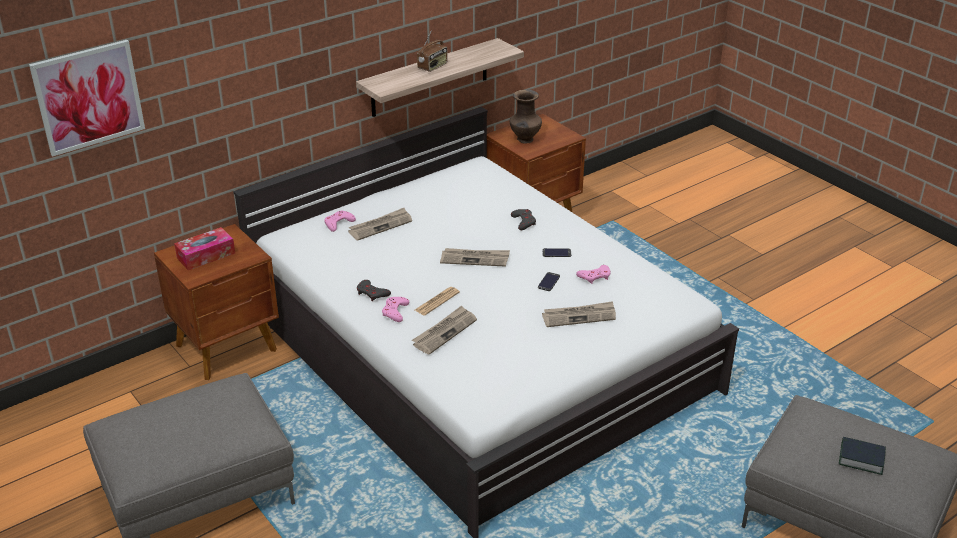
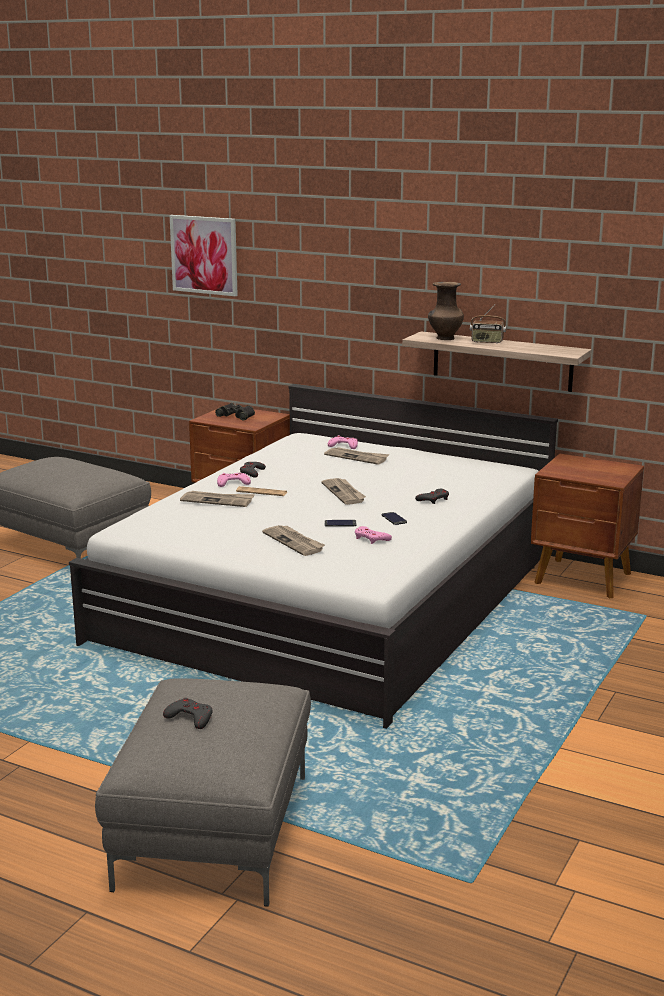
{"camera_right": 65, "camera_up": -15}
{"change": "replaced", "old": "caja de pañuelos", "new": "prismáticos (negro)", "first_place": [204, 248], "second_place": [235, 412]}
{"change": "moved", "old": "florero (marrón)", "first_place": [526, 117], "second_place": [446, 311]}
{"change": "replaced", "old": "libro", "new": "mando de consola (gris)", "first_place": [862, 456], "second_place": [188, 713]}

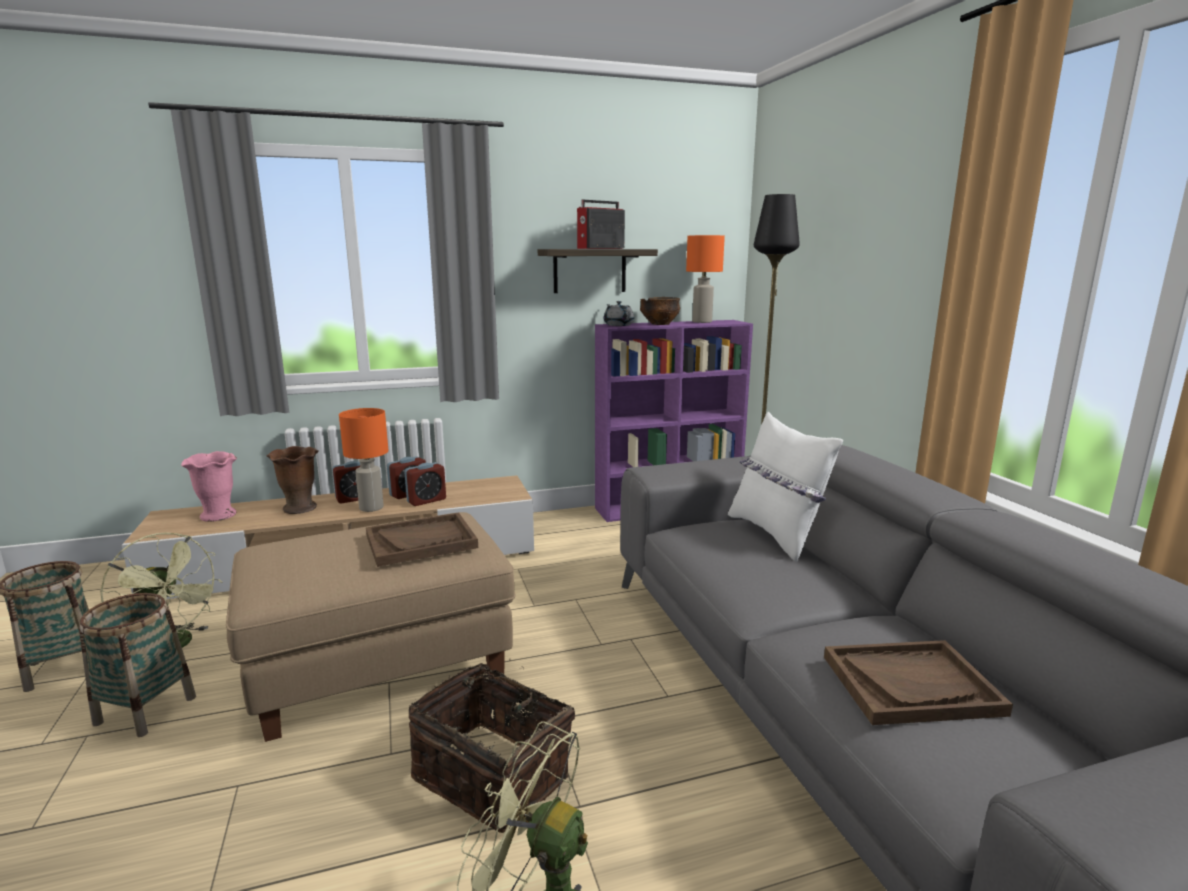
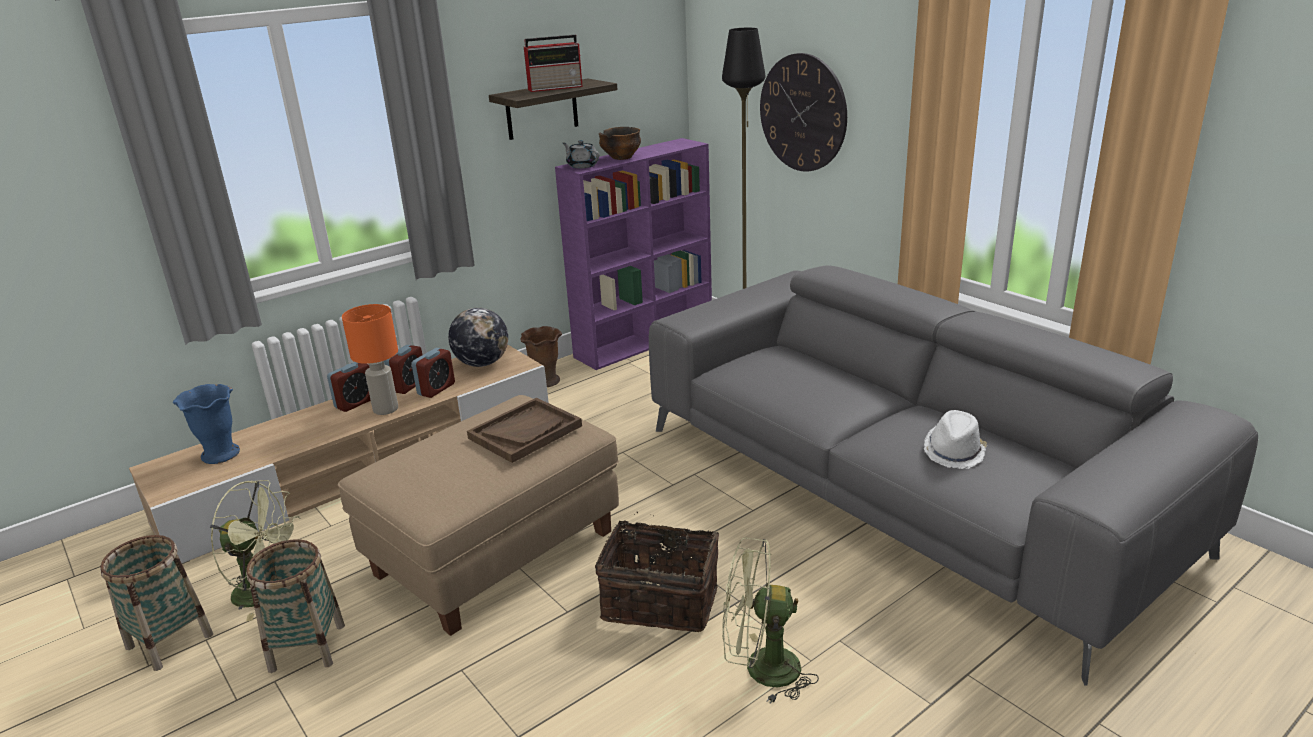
{"camera_right": -20, "camera_up": 10}
{"change": "recoloured", "old": "florero (rosa)", "new": "florero (azul)", "first_place": [209, 486], "second_place": [206, 424]}
{"change": "moved", "old": "florero (marrón)", "first_place": [293, 480], "second_place": [541, 356]}
{"change": "turned", "old": "radio", "first_place": [601, 224], "second_place": [553, 63], "degrees": -135}
{"change": "removed", "old": "lámpara de mesa (naranja)", "first_place": [705, 279]}
{"change": "removed", "old": "cojín (blanco)", "first_place": [785, 487]}
{"change": "replaced", "old": "bandeja (marrón)", "new": "sombrero (blanco)", "first_place": [918, 682], "second_place": [955, 439]}
{"change": "added", "new": "globo terráqueo", "second_place": [478, 337]}
{"change": "added", "new": "reloj de pared", "second_place": [803, 112]}

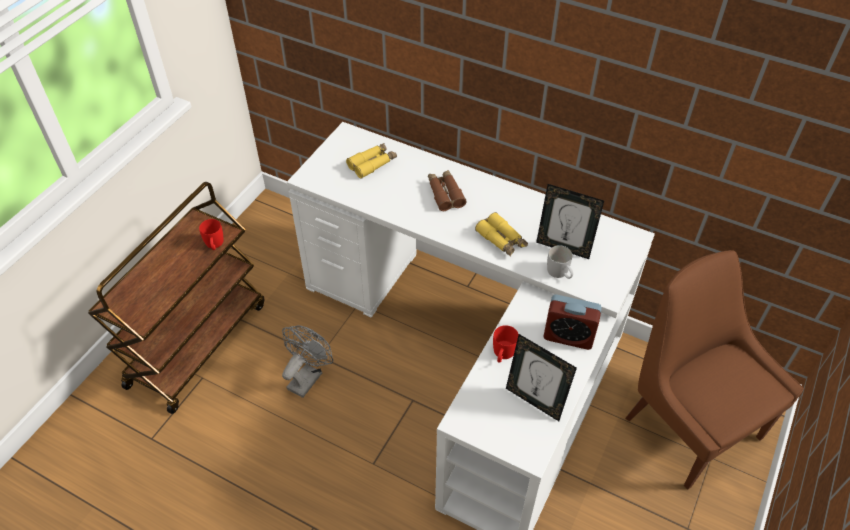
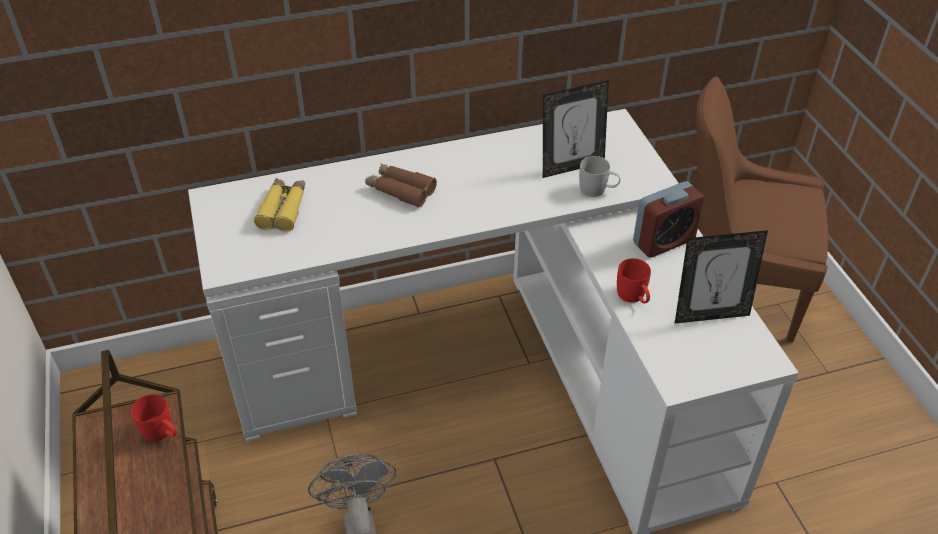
{"camera_right": -45, "camera_up": -5}
{"change": "removed", "old": "prismáticos (amarillo)", "first_place": [501, 234]}

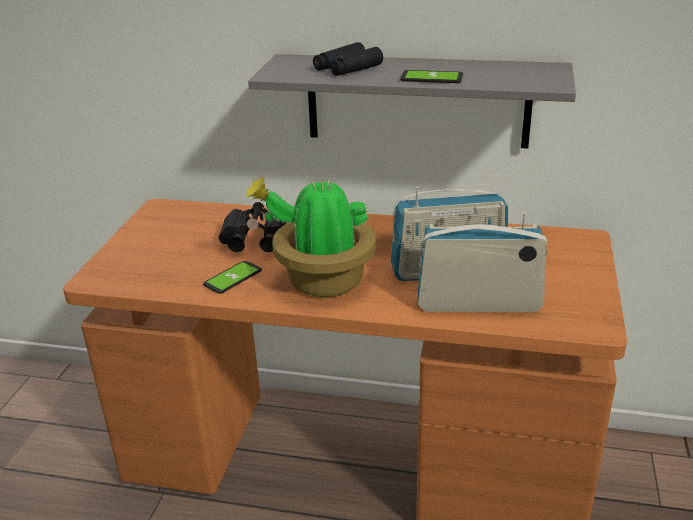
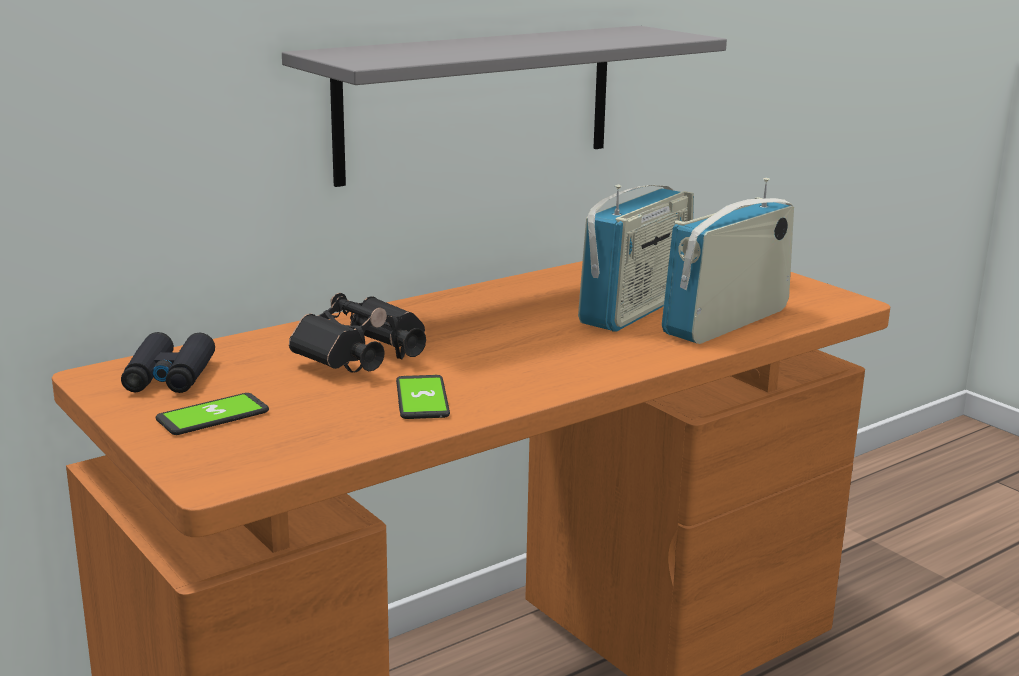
{"camera_right": -50, "camera_up": -10}
{"change": "removed", "old": "planta en maceta", "first_place": [310, 234]}
{"change": "moved", "old": "prismáticos (negro)", "first_place": [348, 59], "second_place": [168, 362]}
{"change": "moved", "old": "móvil", "first_place": [431, 76], "second_place": [212, 414]}

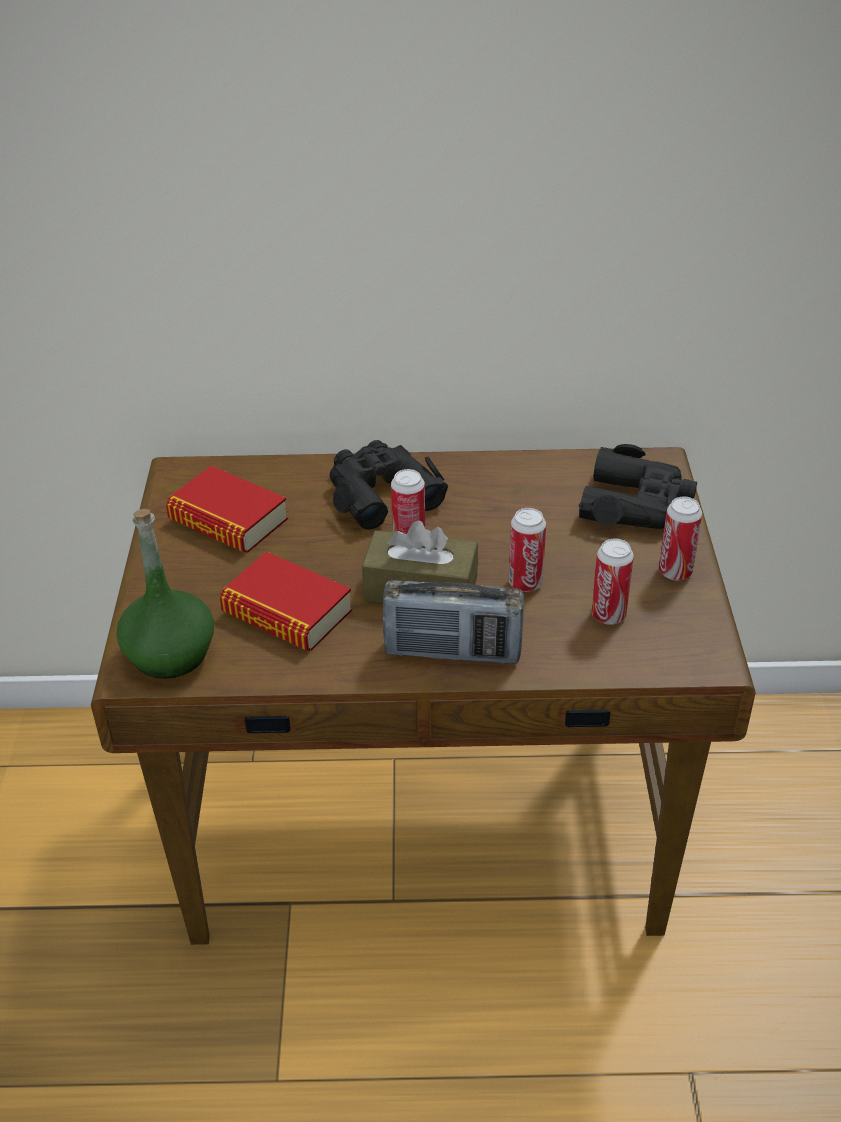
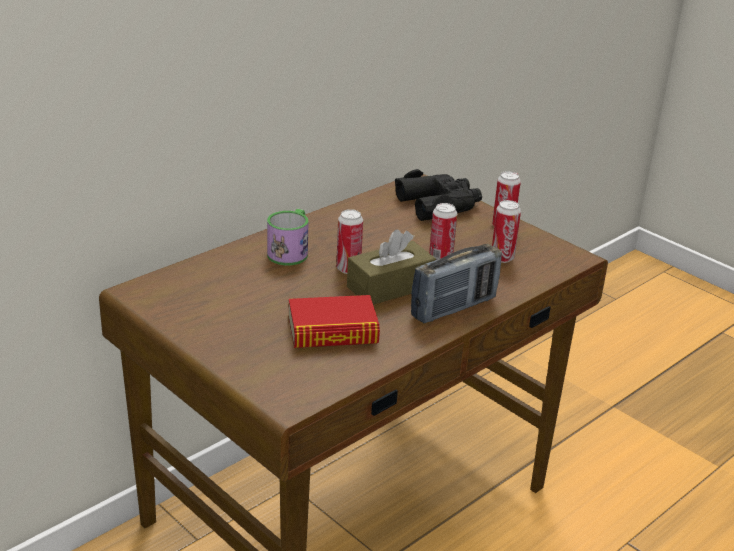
{"camera_right": -45, "camera_up": -10}
{"change": "removed", "old": "botella (verde)", "first_place": [165, 594]}
{"change": "removed", "old": "libro", "first_place": [227, 509]}
{"change": "replaced", "old": "prismáticos (negro)", "new": "taza grande", "first_place": [389, 485], "second_place": [287, 237]}

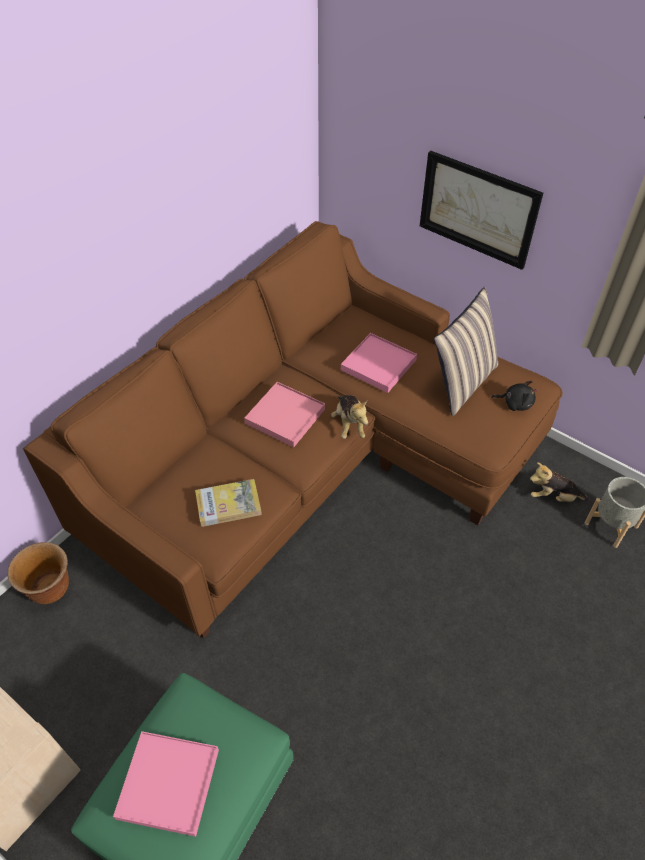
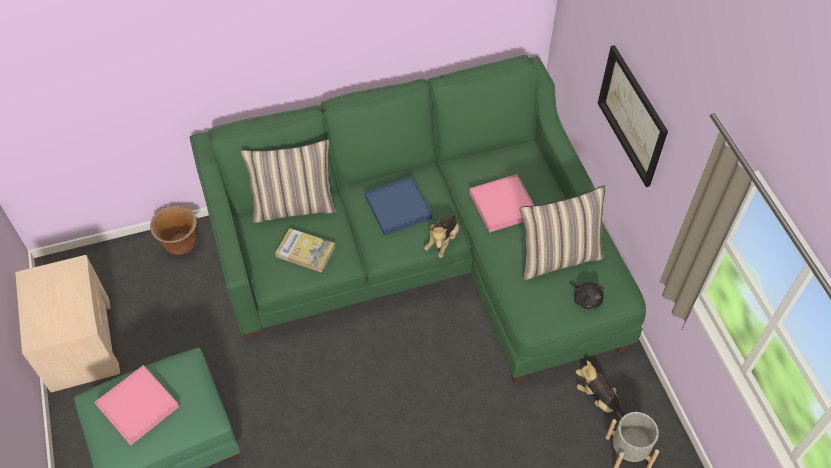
{"camera_right": 35, "camera_up": 5}
{"change": "recoloured", "old": "sofá (marrón)", "new": "sofá (verde)", "first_place": [293, 430], "second_place": [418, 219]}
{"change": "recoloured", "old": "bandeja (rosa)", "new": "bandeja (azul)", "first_place": [284, 414], "second_place": [399, 206]}
{"change": "added", "new": "cojín", "second_place": [288, 181]}

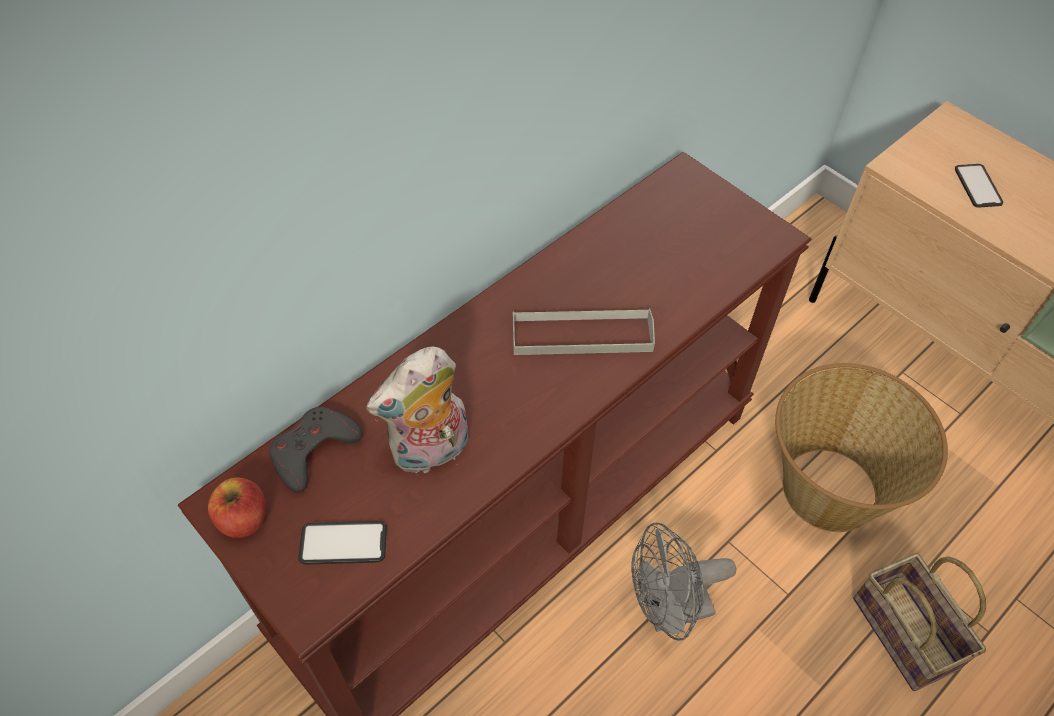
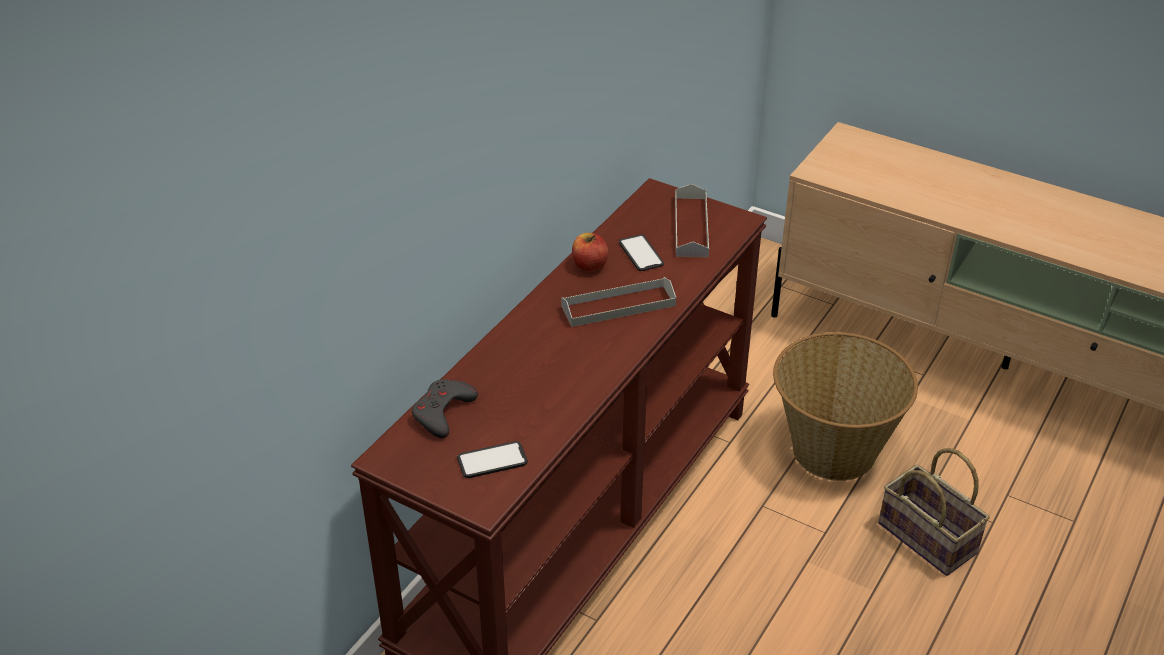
{"camera_right": -15, "camera_up": -15}
{"change": "moved", "old": "manzana", "first_place": [237, 507], "second_place": [590, 252]}
{"change": "removed", "old": "peluche", "first_place": [417, 409]}
{"change": "removed", "old": "ventilador (gris)", "first_place": [683, 582]}
{"change": "moved", "old": "móvil", "first_place": [979, 186], "second_place": [641, 253]}
{"change": "added", "new": "bandeja (gris)", "second_place": [692, 221]}

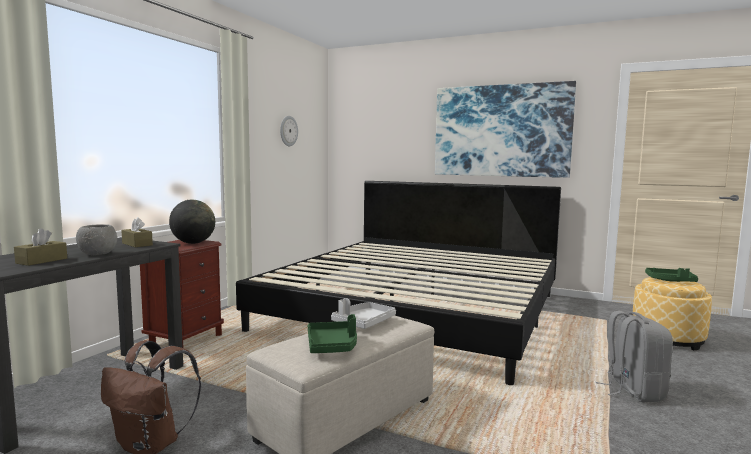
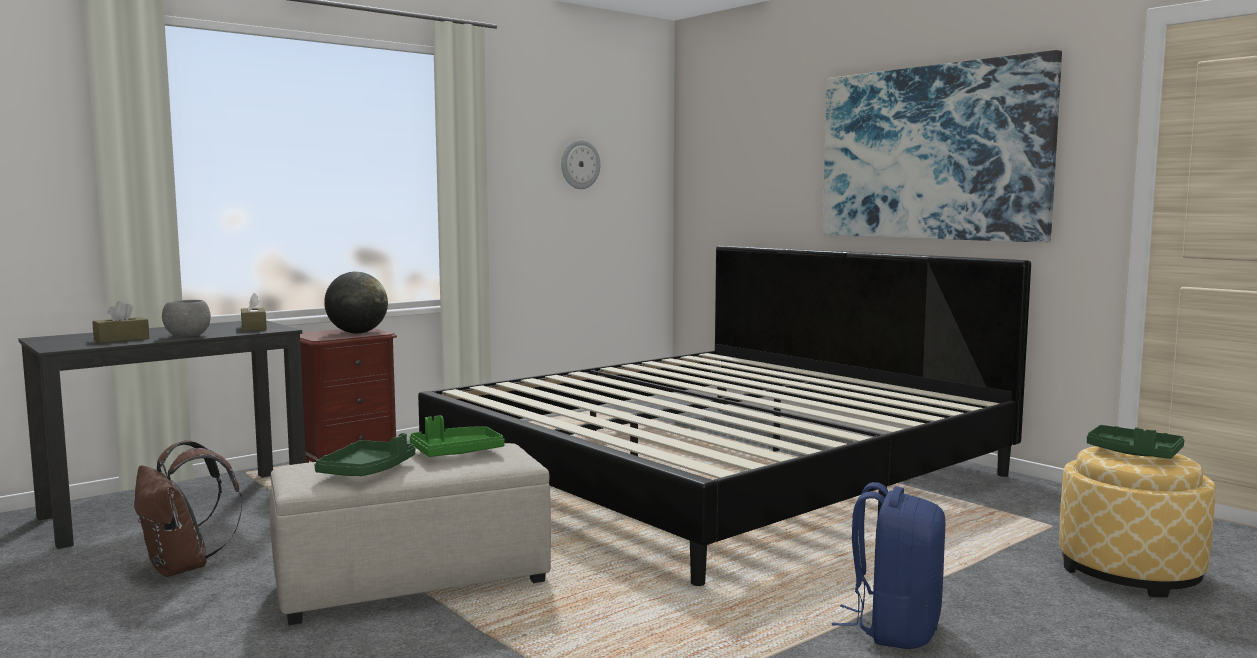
{"camera_right": 25, "camera_up": 0}
{"change": "recoloured", "old": "bandeja (gris)", "new": "bandeja (verde)", "first_place": [363, 313], "second_place": [457, 436]}
{"change": "recoloured", "old": "mochila (gris)", "new": "mochila (azul)", "first_place": [634, 356], "second_place": [888, 565]}

